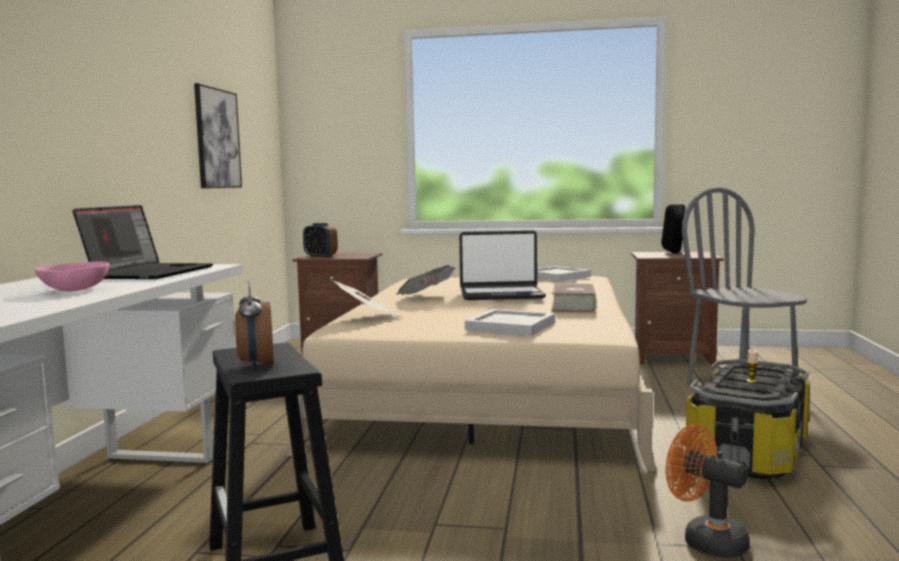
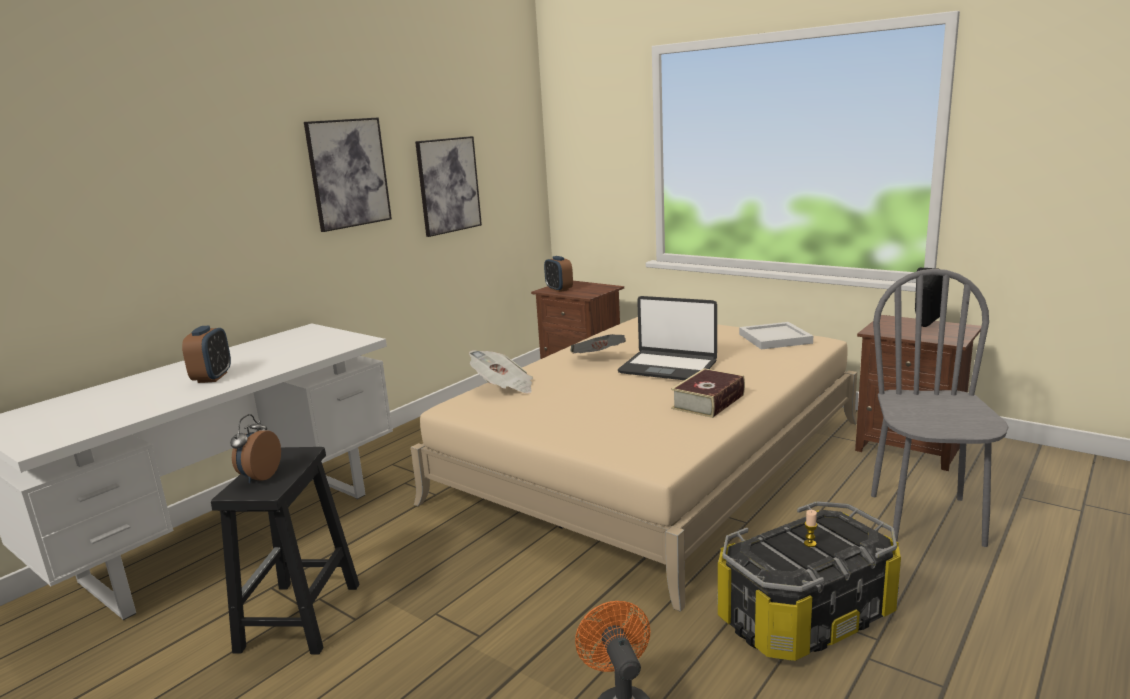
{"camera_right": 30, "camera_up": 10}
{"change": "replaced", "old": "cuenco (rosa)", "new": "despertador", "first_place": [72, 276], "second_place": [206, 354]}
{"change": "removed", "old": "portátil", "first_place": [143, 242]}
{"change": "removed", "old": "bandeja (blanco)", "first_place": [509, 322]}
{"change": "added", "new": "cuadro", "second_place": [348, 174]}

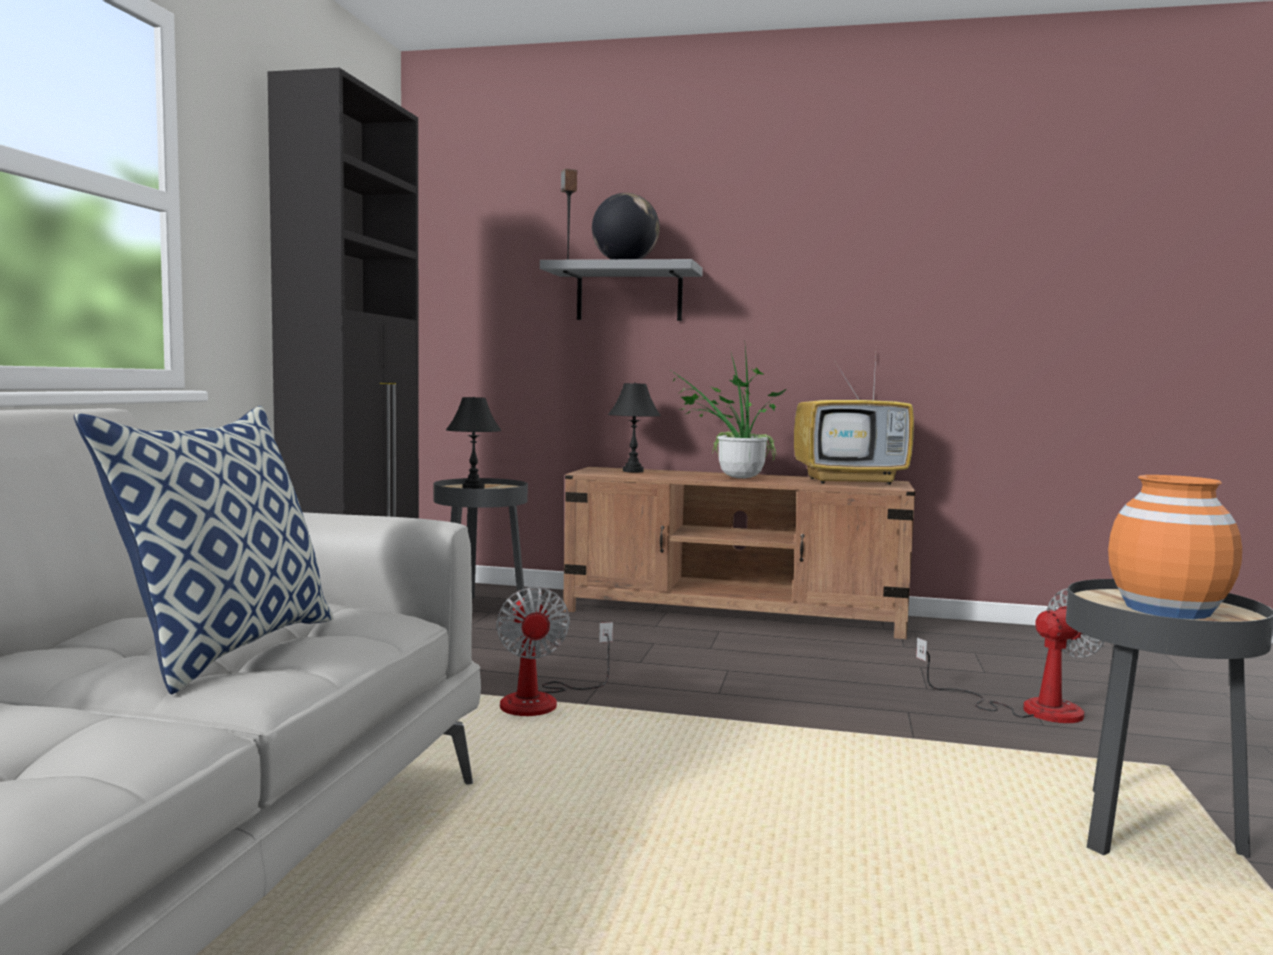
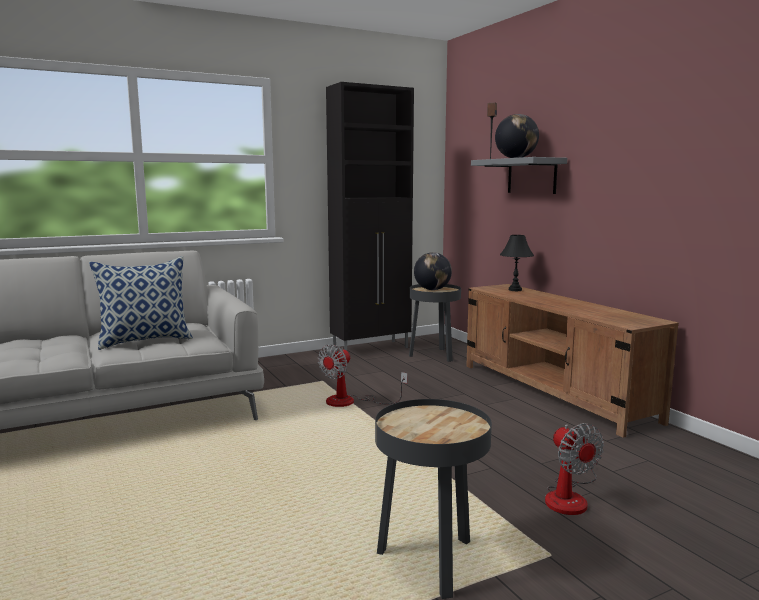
{"camera_right": 50, "camera_up": 5}
{"change": "replaced", "old": "lámpara de mesa (negro)", "new": "globo terráqueo", "first_place": [474, 443], "second_place": [433, 271]}
{"change": "removed", "old": "planta en maceta", "first_place": [728, 412]}
{"change": "removed", "old": "televisor", "first_place": [854, 420]}
{"change": "turned", "old": "ventilador", "first_place": [1010, 655], "second_place": [574, 469], "degrees": 45}
{"change": "removed", "old": "florero (naranja)", "first_place": [1175, 547]}

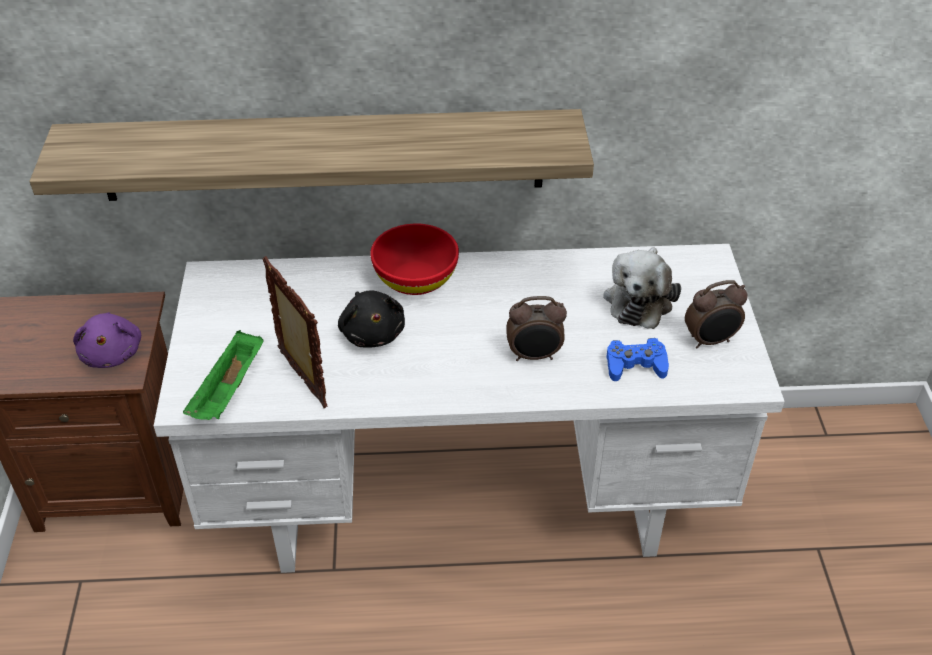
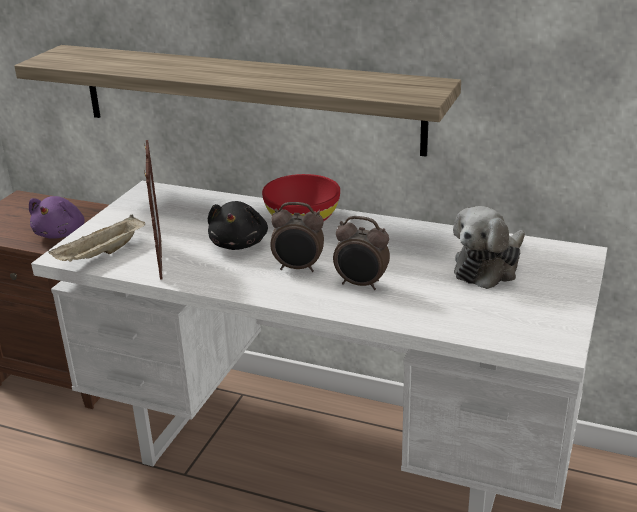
{"camera_right": 25, "camera_up": -15}
{"change": "recoloured", "old": "bandeja (verde)", "new": "bandeja (beis)", "first_place": [223, 375], "second_place": [96, 238]}
{"change": "removed", "old": "mando de consola (azul)", "first_place": [637, 359]}
{"change": "moved", "old": "despertador", "first_place": [716, 314], "second_place": [297, 237]}

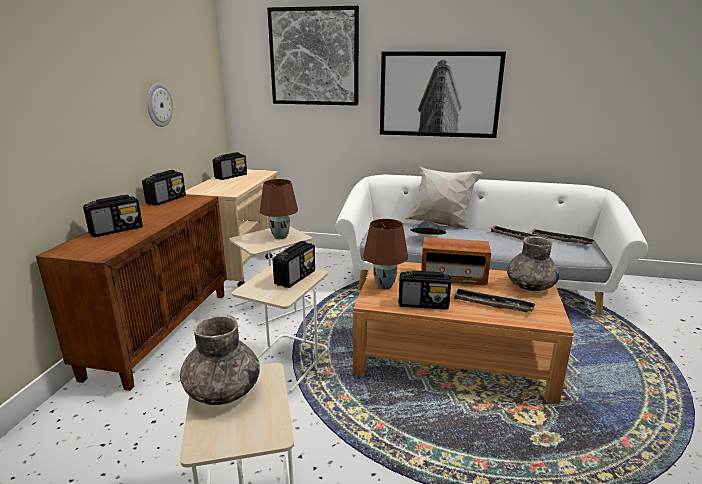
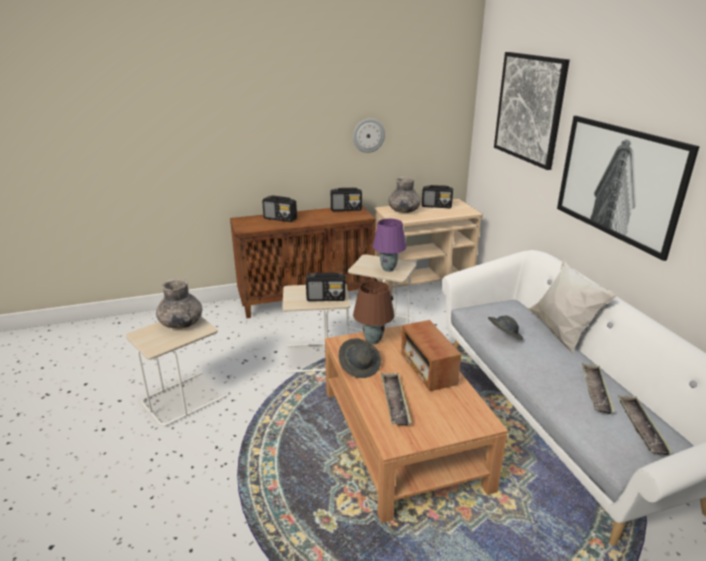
{"camera_right": 60, "camera_up": 5}
{"change": "recoloured", "old": "lámpara de mesa (marrón)", "new": "lámpara de mesa (morado)", "first_place": [279, 209], "second_place": [389, 245]}
{"change": "replaced", "old": "radio", "new": "sombrero (gris)", "first_place": [425, 290], "second_place": [359, 358]}
{"change": "moved", "old": "florero (gris)", "first_place": [533, 263], "second_place": [404, 195]}

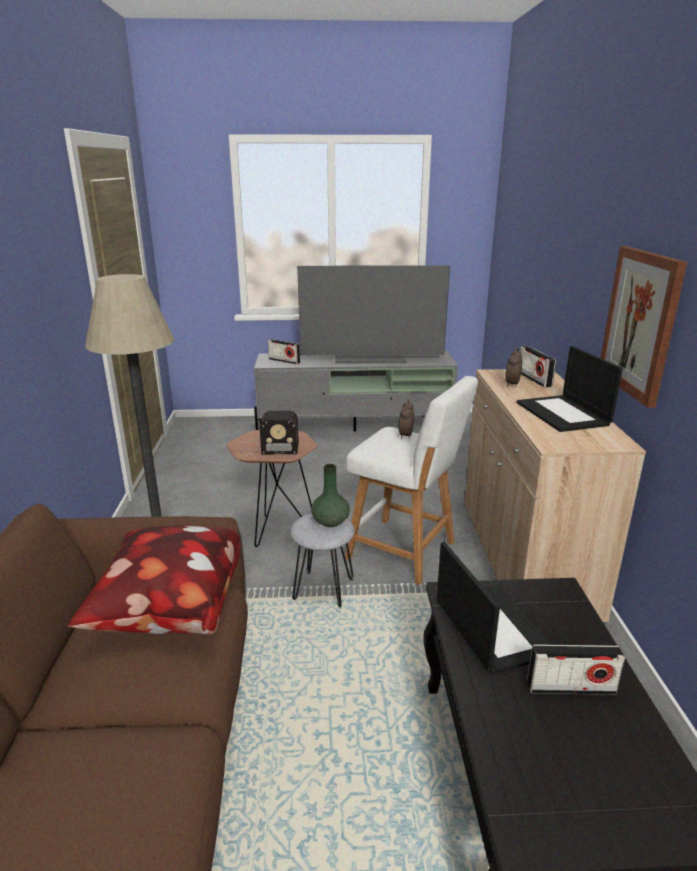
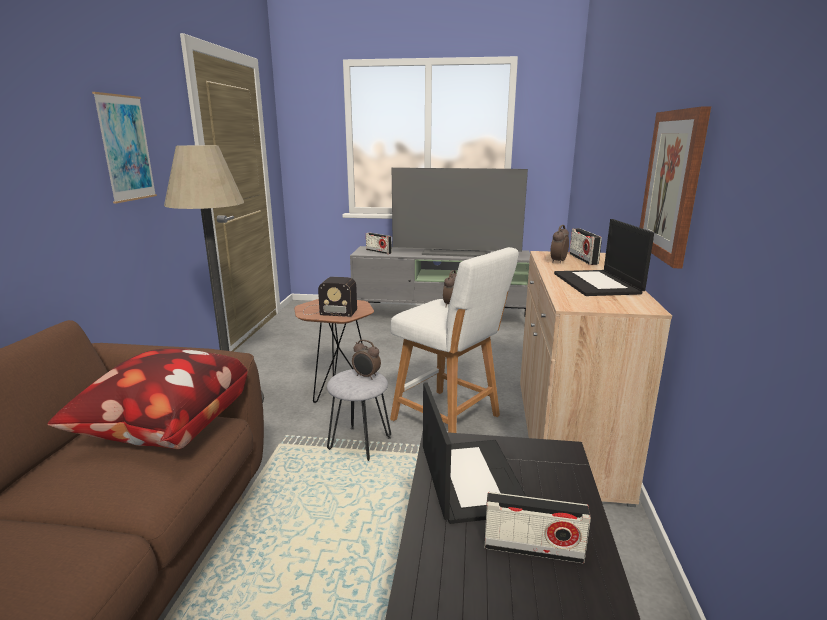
{"camera_right": 10, "camera_up": -5}
{"change": "replaced", "old": "florero (verde)", "new": "despertador", "first_place": [330, 495], "second_place": [366, 359]}
{"change": "added", "new": "cuadro", "second_place": [124, 148]}

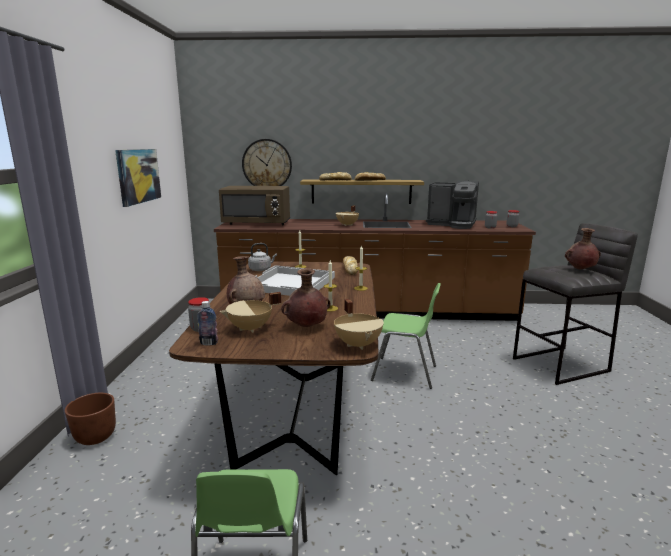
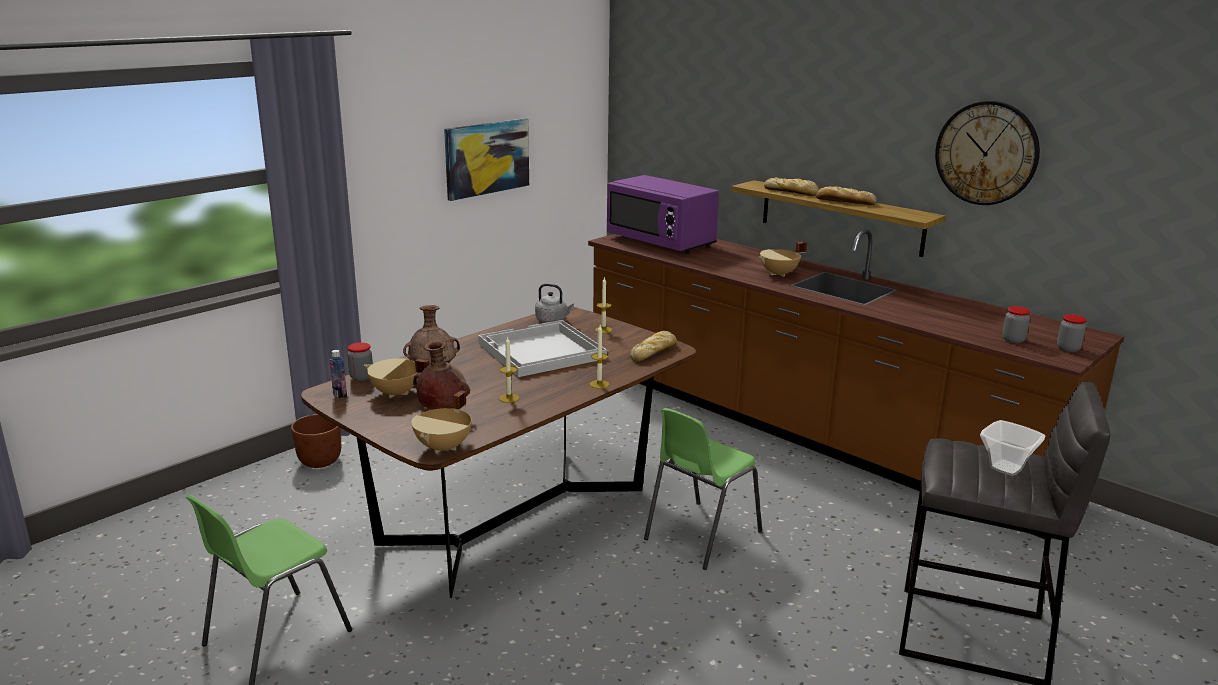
{"camera_right": 40, "camera_up": 5}
{"change": "recoloured", "old": "microondas (marrón)", "new": "microondas (morado)", "first_place": [254, 205], "second_place": [663, 214]}
{"change": "moved", "old": "reloj de pared", "first_place": [267, 162], "second_place": [987, 153]}
{"change": "turned", "old": "silla (verde)", "first_place": [406, 336], "second_place": [703, 489], "degrees": 75}
{"change": "removed", "old": "cafetera", "first_place": [452, 205]}
{"change": "replaced", "old": "florero (marrón)", "new": "cuenco", "first_place": [583, 248], "second_place": [1013, 448]}

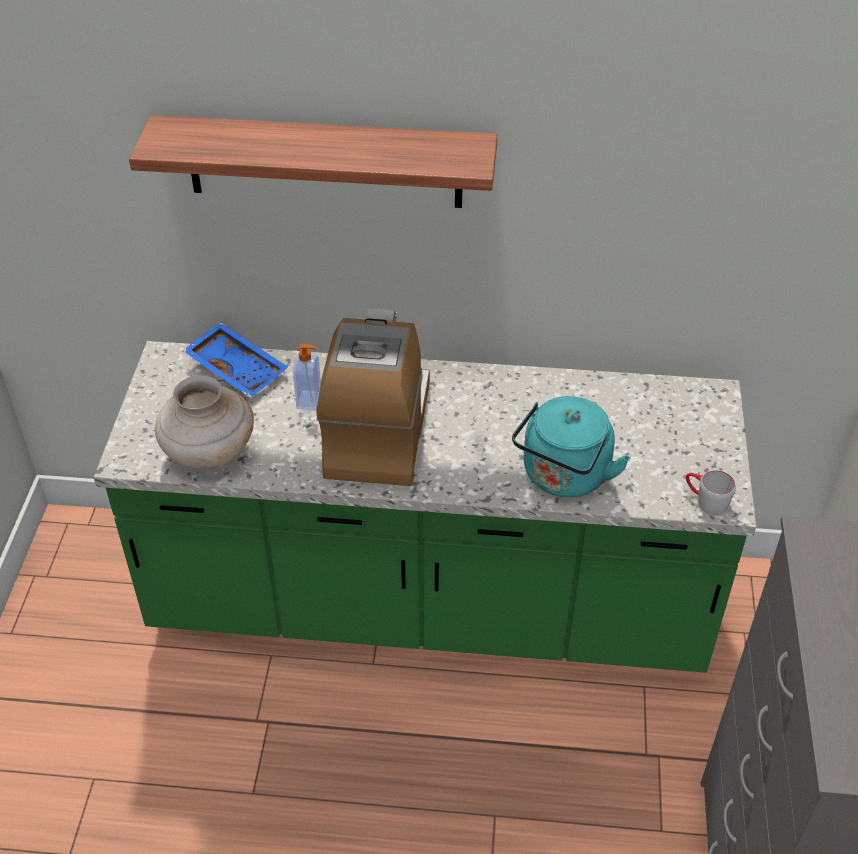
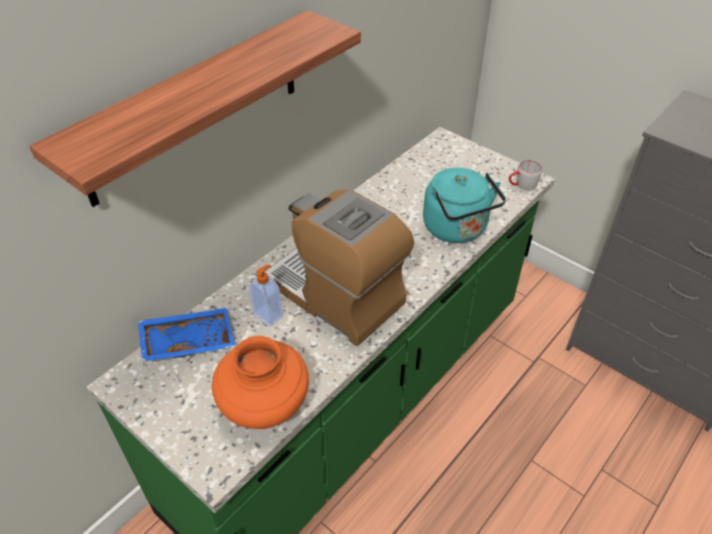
{"camera_right": -55, "camera_up": 0}
{"change": "recoloured", "old": "florero (beis)", "new": "florero (naranja)", "first_place": [204, 422], "second_place": [260, 382]}

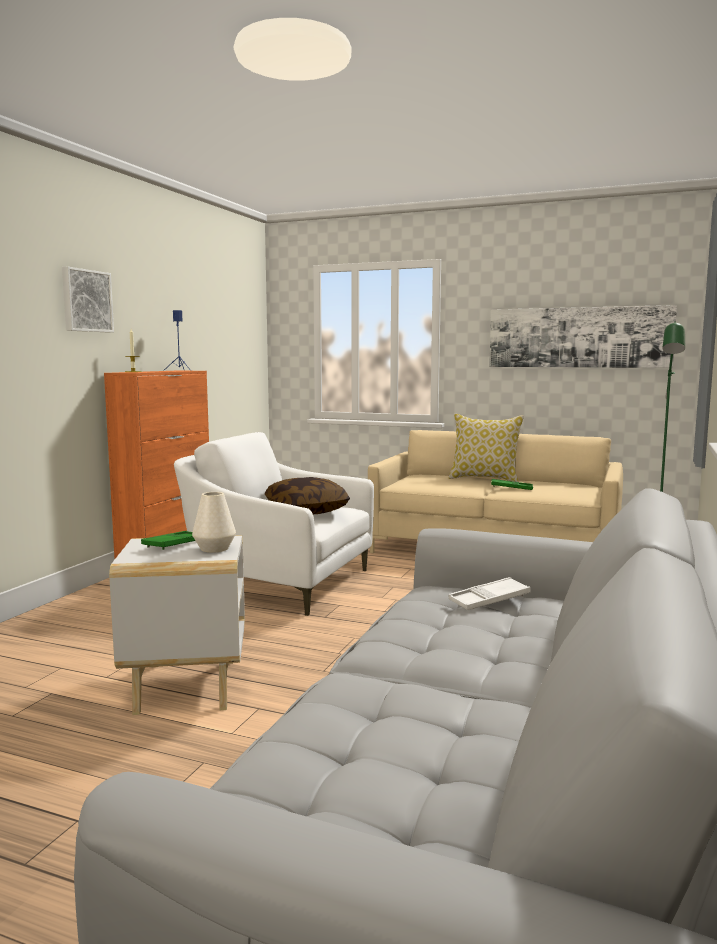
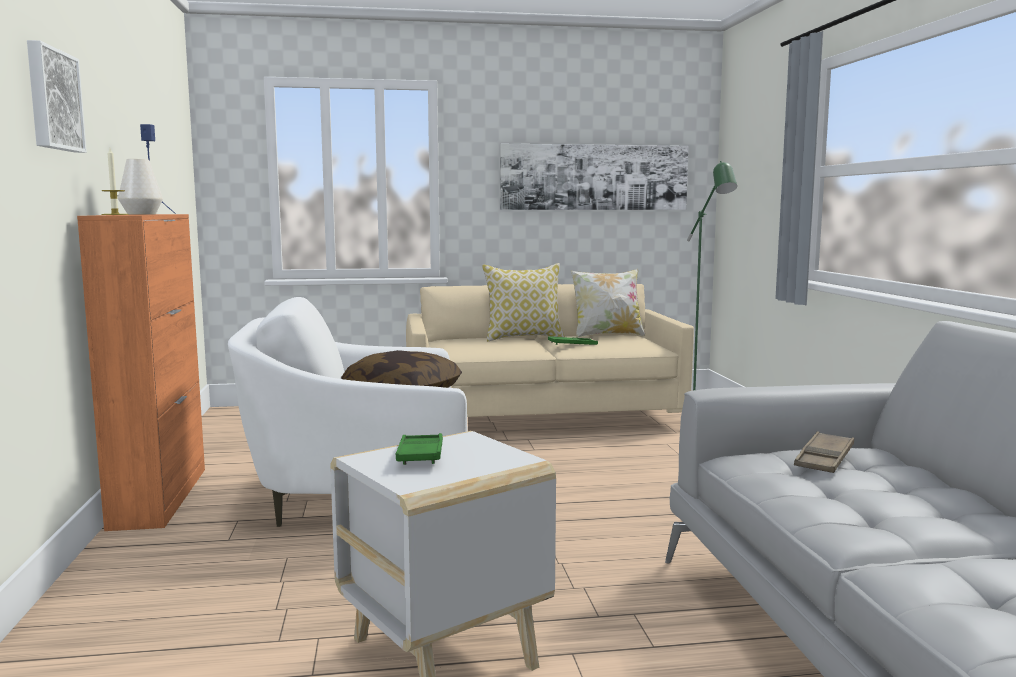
{"camera_right": -30, "camera_up": 0}
{"change": "moved", "old": "florero (blanco)", "first_place": [214, 522], "second_place": [140, 187]}
{"change": "recoloured", "old": "bandeja (blanco)", "new": "bandeja (marrón)", "first_place": [489, 593], "second_place": [824, 452]}
{"change": "added", "new": "cojín", "second_place": [608, 303]}

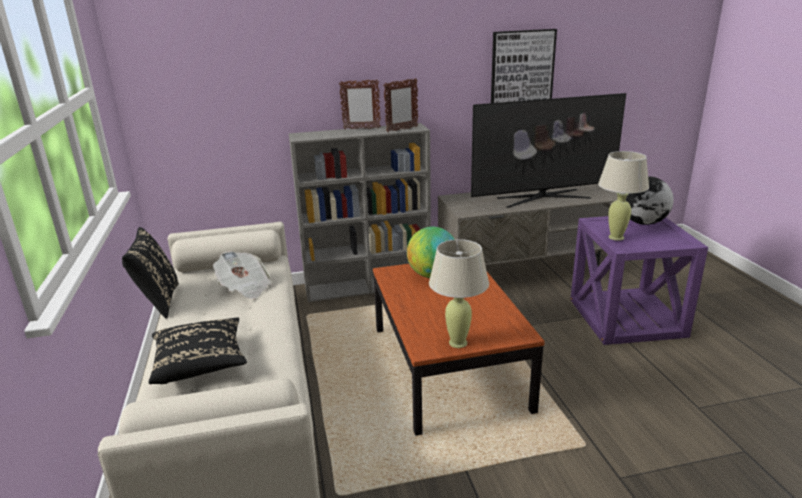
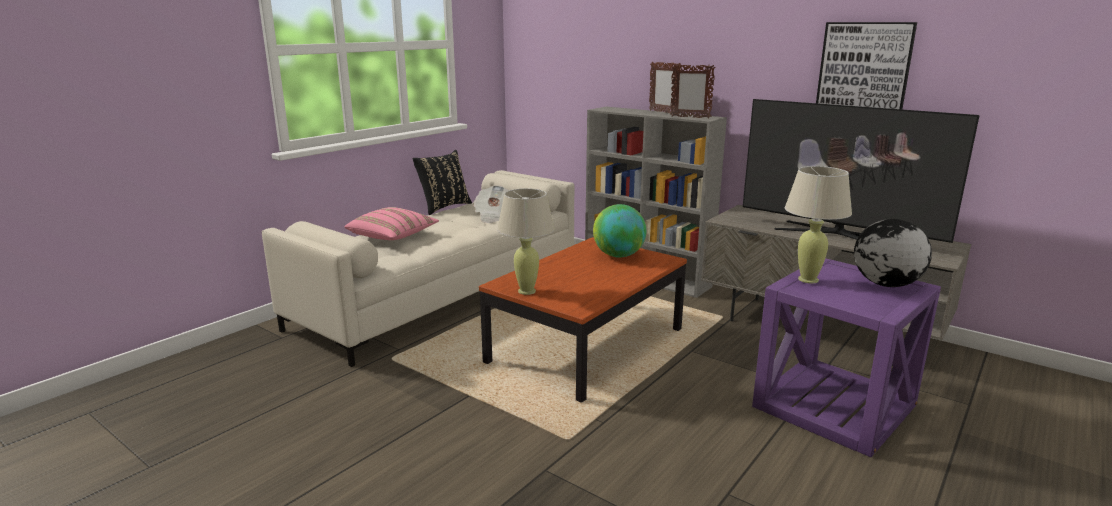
{"camera_right": 50, "camera_up": -5}
{"change": "recoloured", "old": "cojín (negro)", "new": "cojín (rosa)", "first_place": [197, 351], "second_place": [391, 223]}

